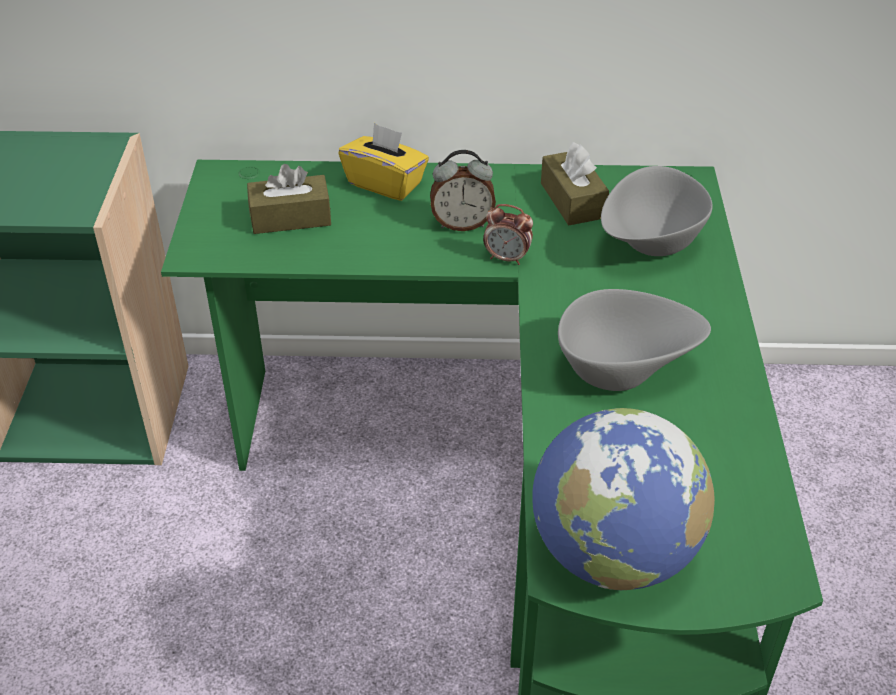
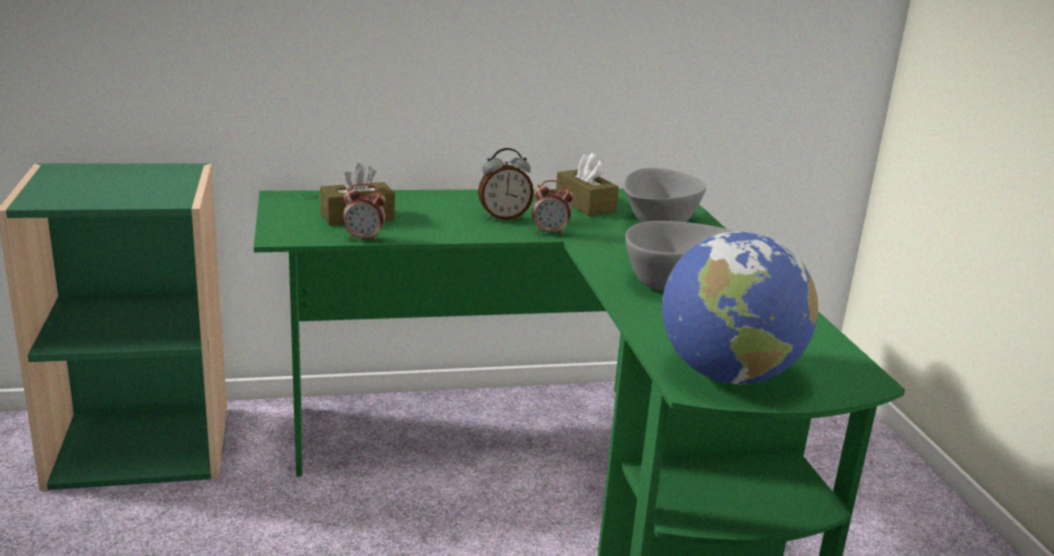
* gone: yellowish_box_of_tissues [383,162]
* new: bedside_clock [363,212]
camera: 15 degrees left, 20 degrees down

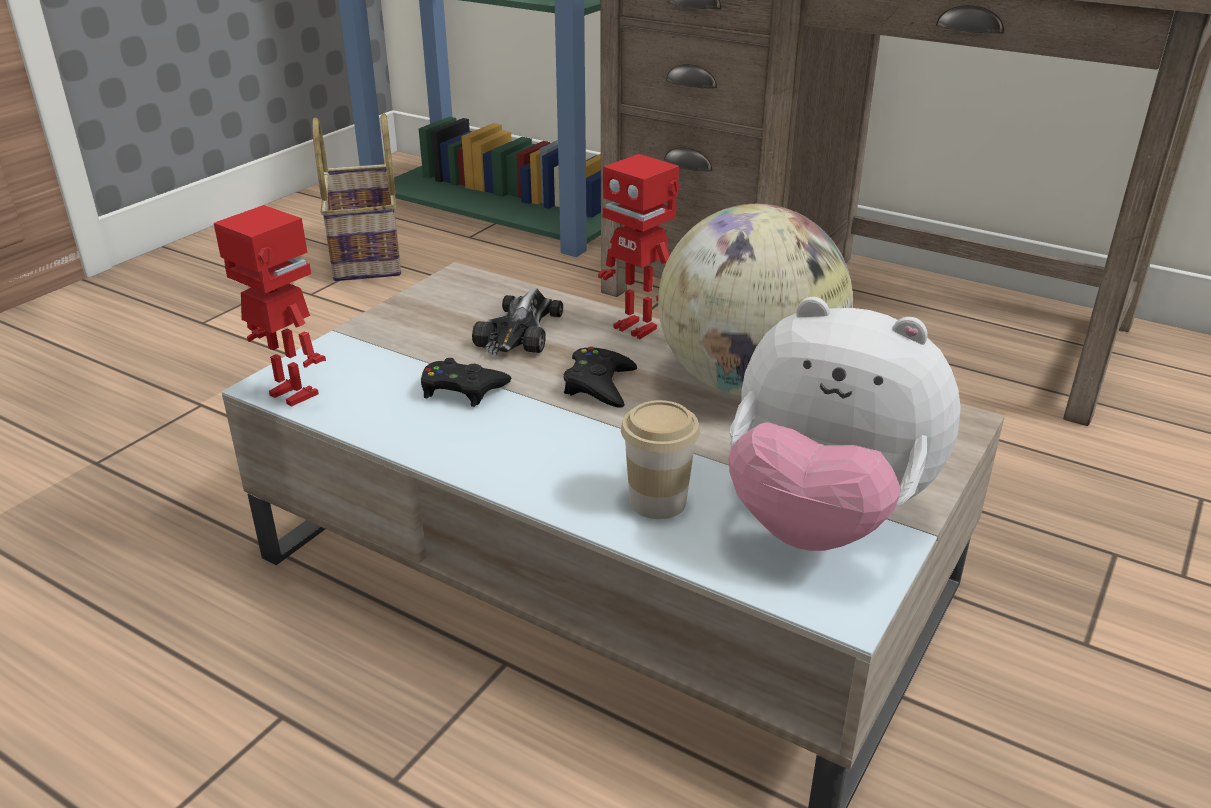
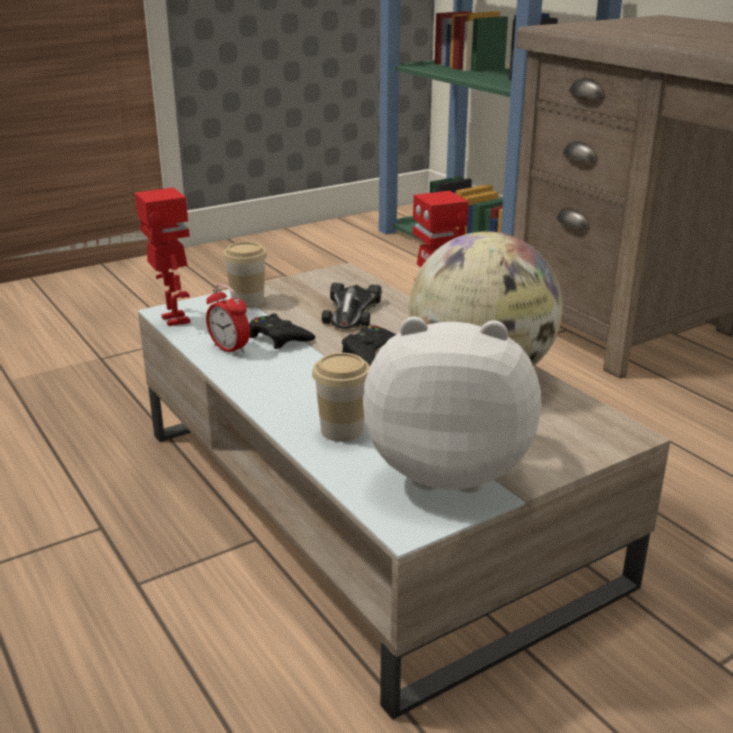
* gone: household_basket [356,197]
* rotated: miniature_car [517,322] = [351,306] 150 degrees clockwise
* rotated: soft_toy [844,424] = [452,404] 135 degrees clockwise
* new: bedside_clock [228,320]
* new: small_cup [245,275]
camera: 25 degrees right, 5 degrees down

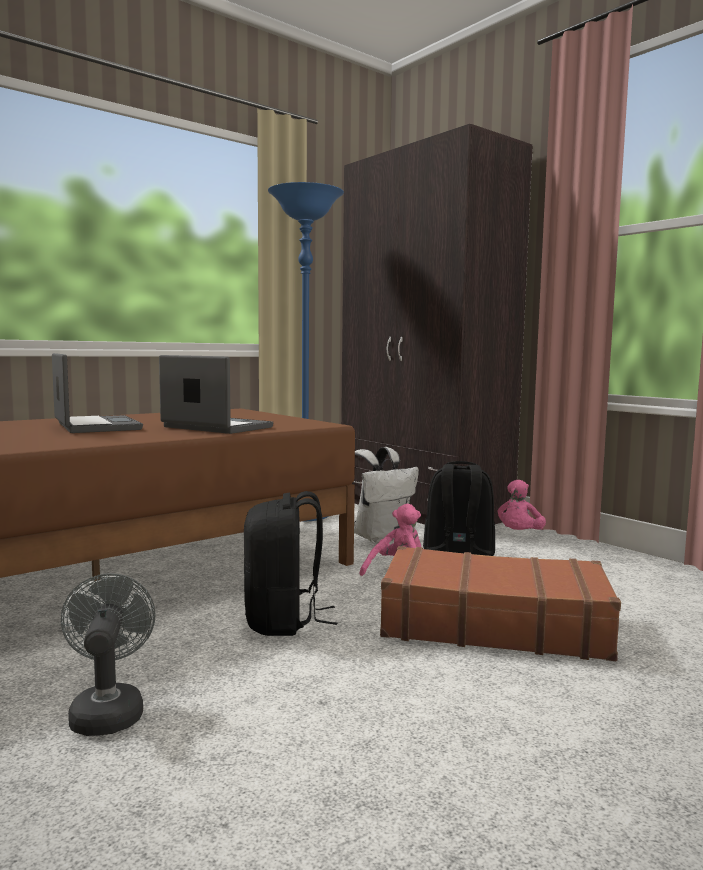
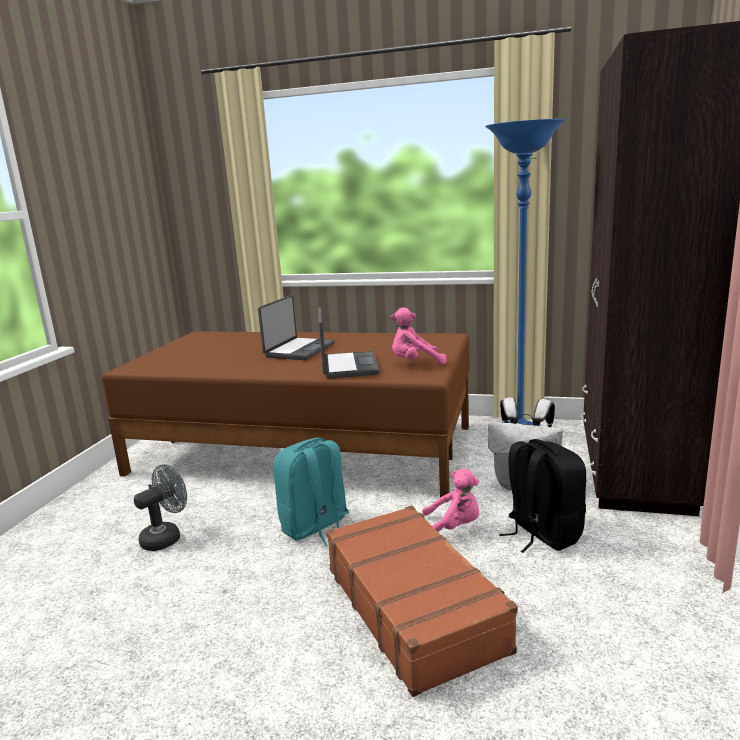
* repainted: black-coloured_rucksack [290,563] to turquoise_rucksack [311,492]
* shifted: pinkish_soft_toy [521,505] to [419,335]
camera: 55 degrees right, 10 degrees up

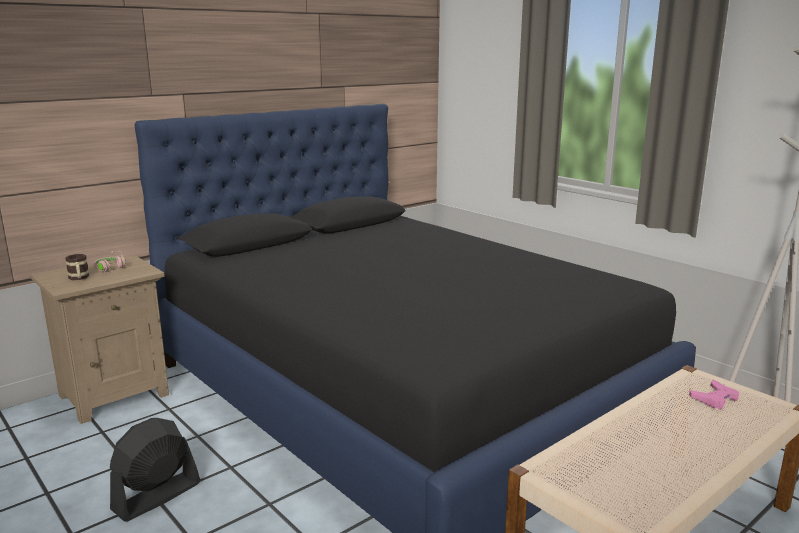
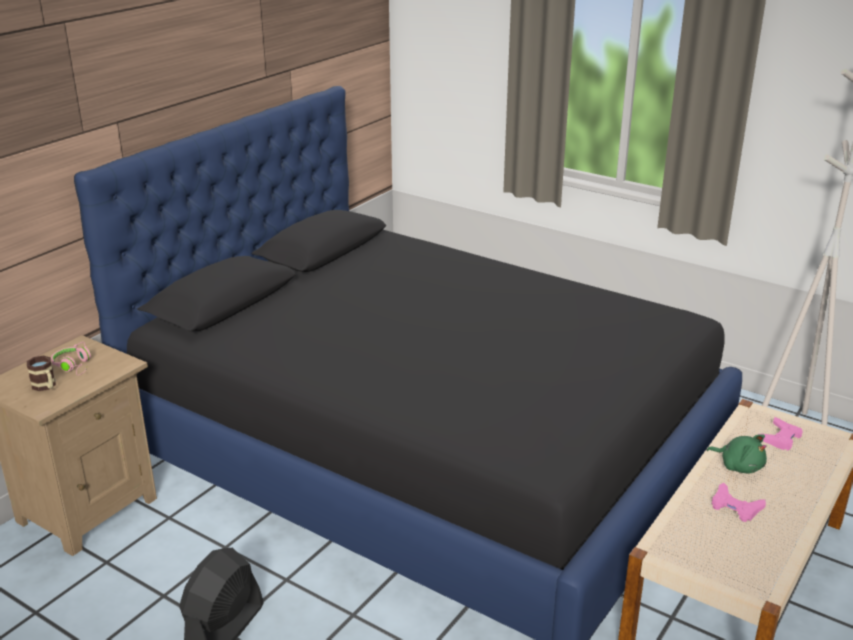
* new: green-coloured_soft_toy [737,453]
* new: pinkish_joypad [739,502]
camera: 15 degrees left, 10 degrees up

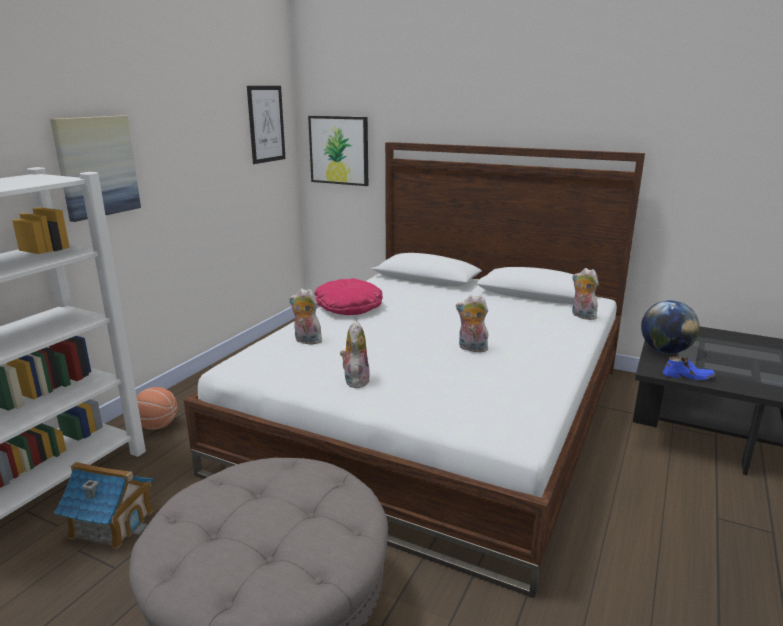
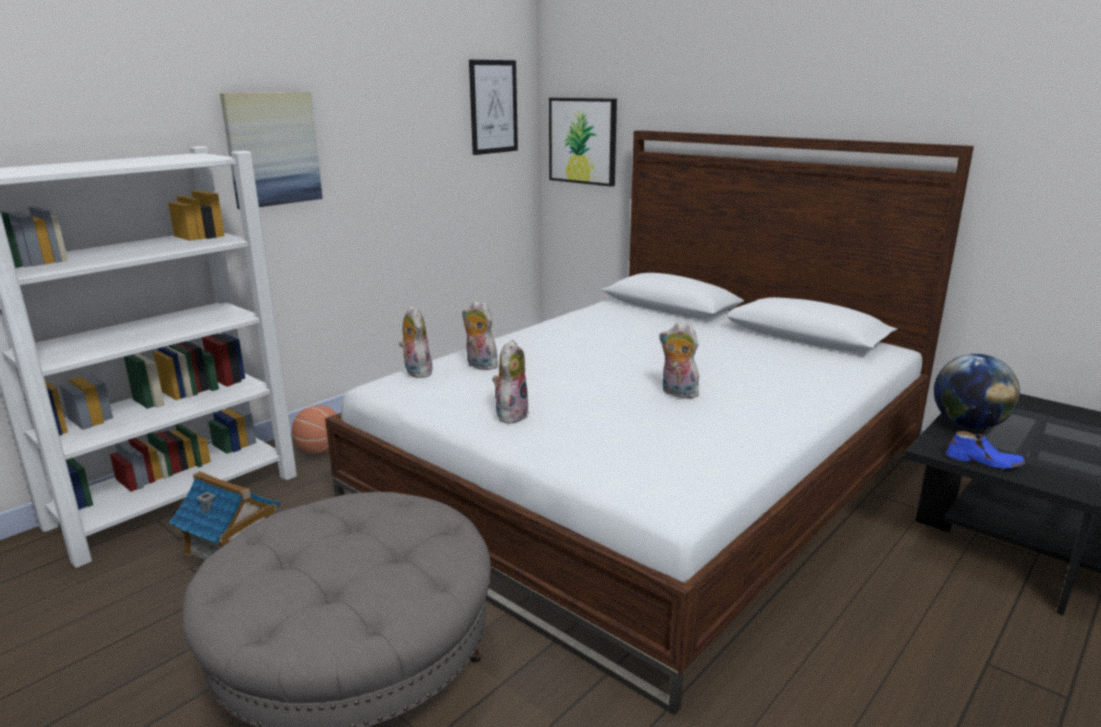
* gone: pinkish_pillow [348,296]
* shifted: soft_toy [585,294] to [415,341]
camera: 15 degrees right, 0 degrees up

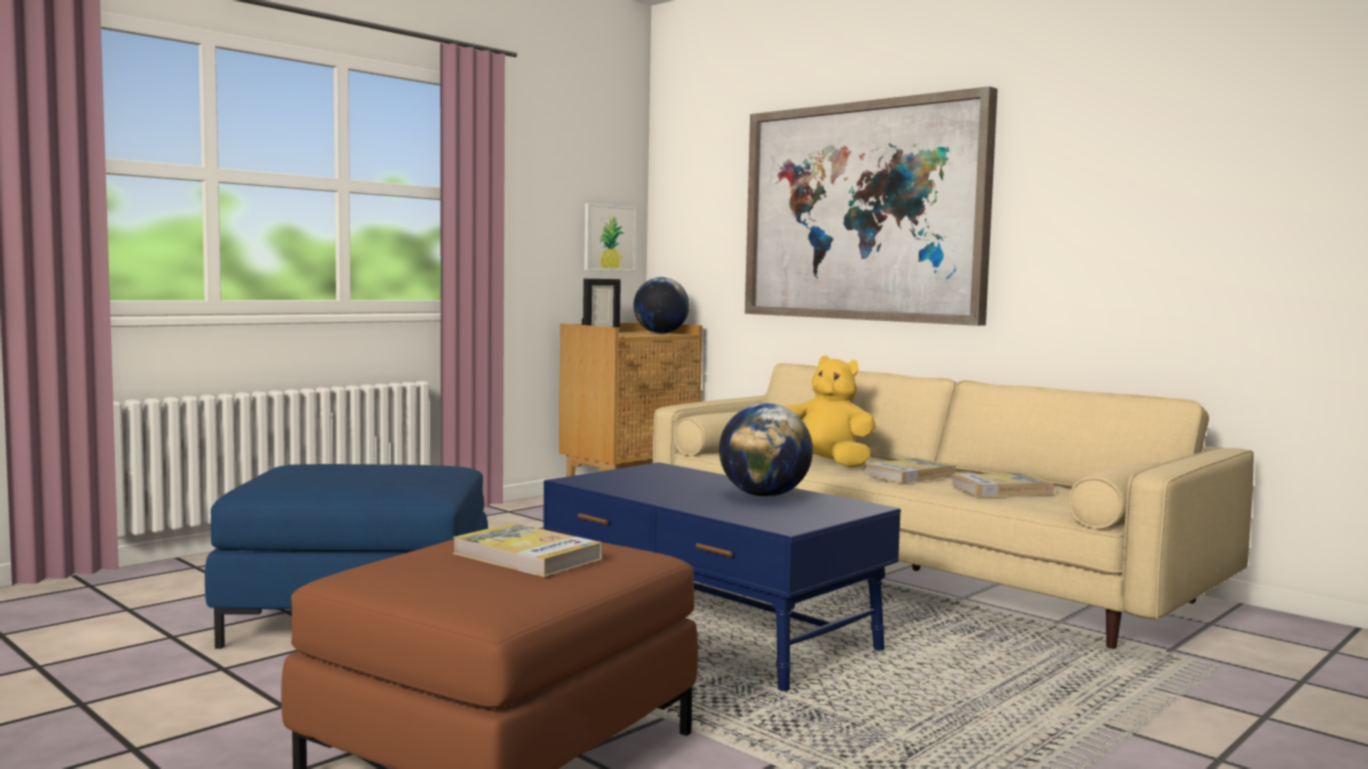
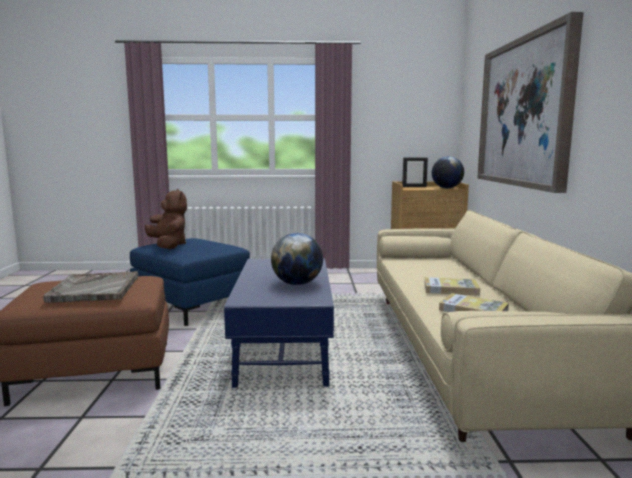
* swapped: volume [527,550] to grey_carrying_tray [90,287]
* gone: wall_picture [610,237]
* gone: yellowish_soft_toy [830,411]
* new: brownish_soft_toy [166,219]
camera: 45 degrees right, 5 degrees up

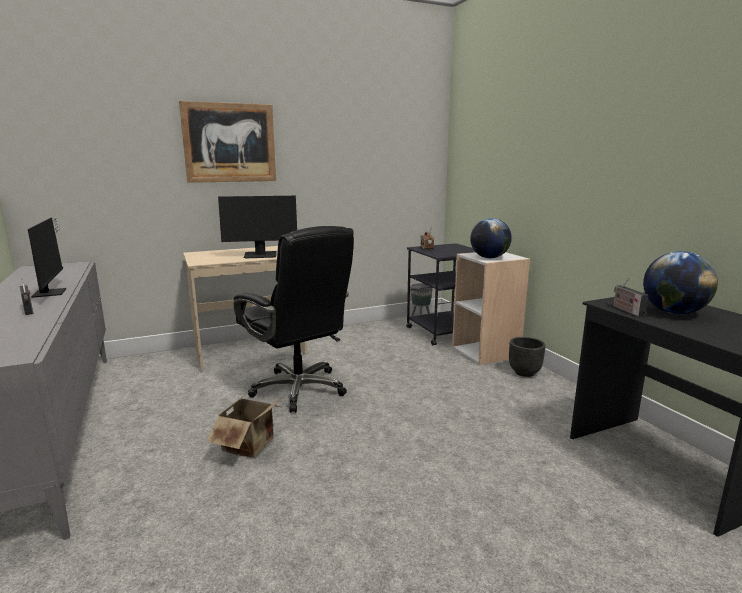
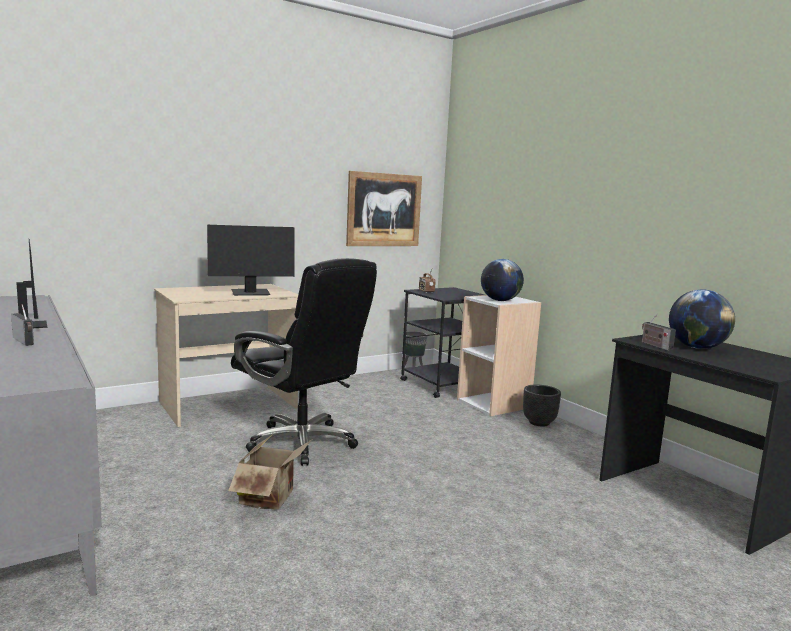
* shifted: wall_picture [227,142] to [384,208]
camera: 10 degrees left, 5 degrees down

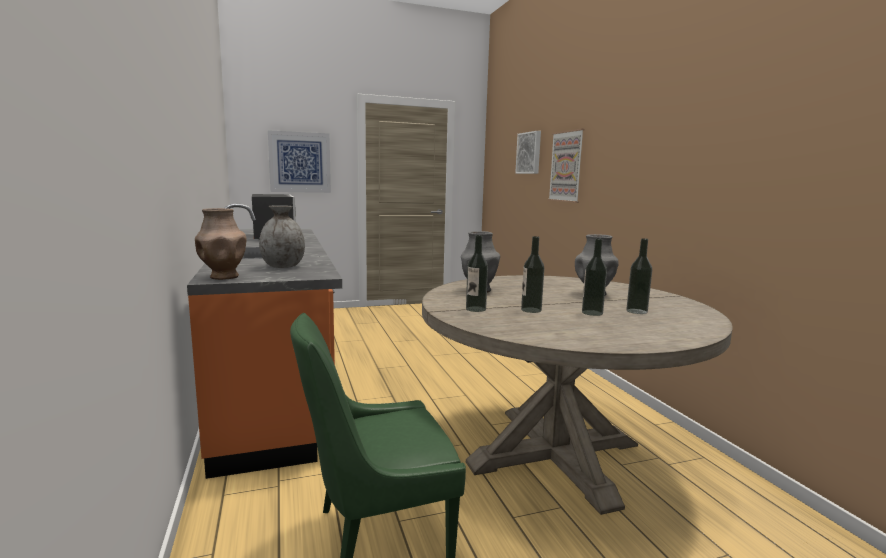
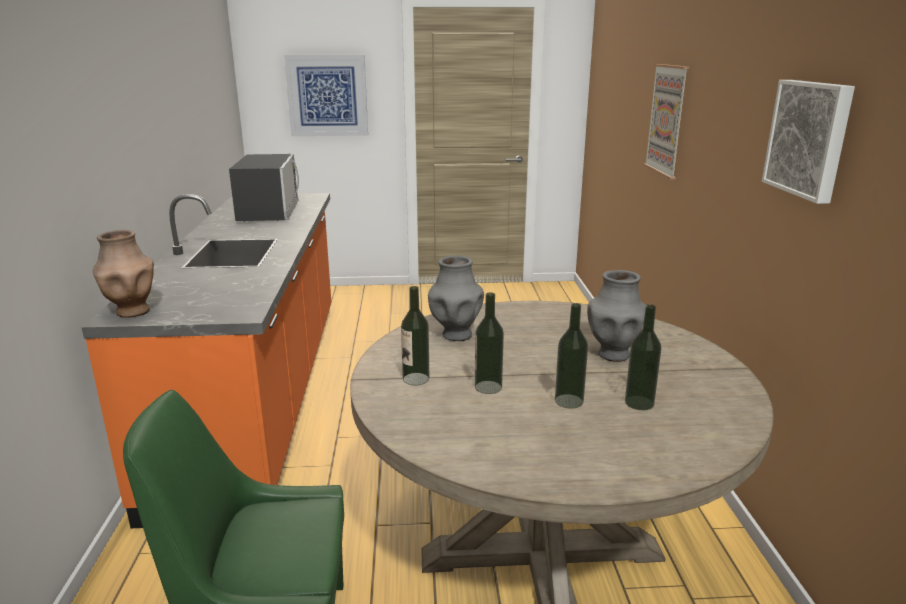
* gone: grey_decorative_vase [282,236]
* shifted: wall_picture [528,152] to [808,142]
camera: 15 degrees right, 10 degrees up

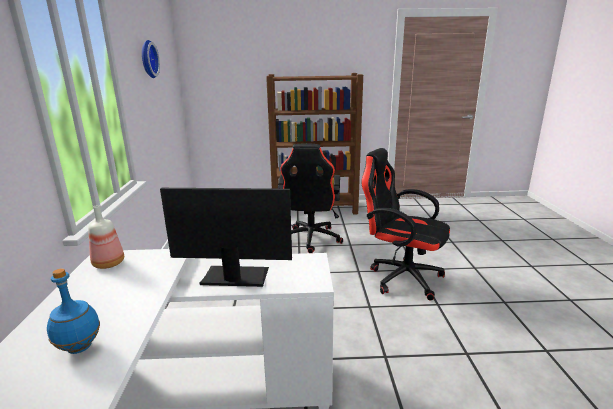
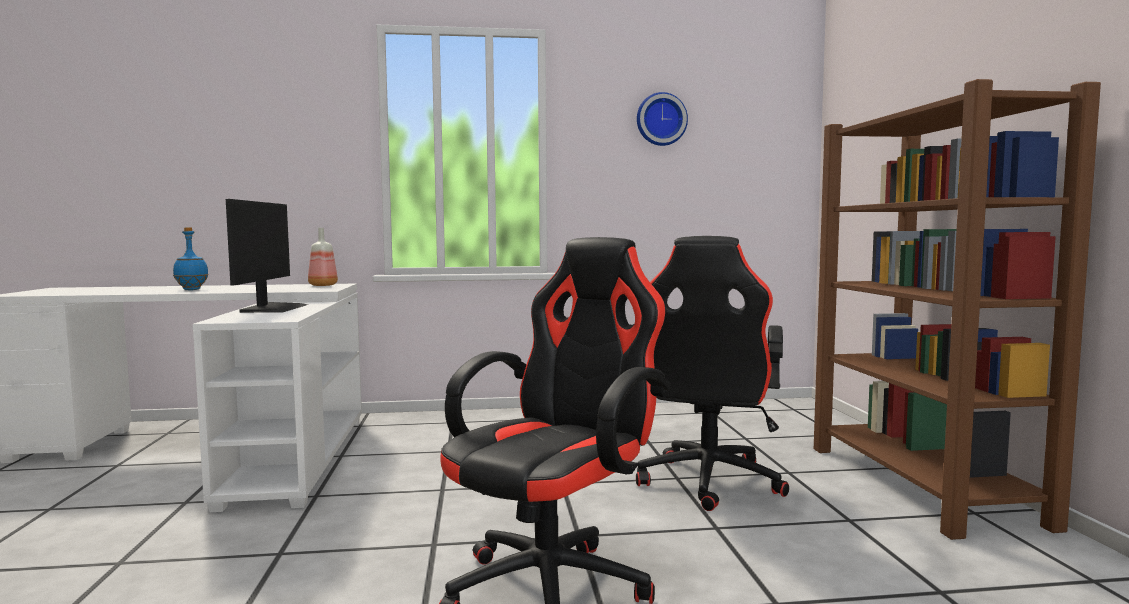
* rotated: black-coloured_computer_chair [310,198] = [712,373] 75 degrees counterclockwise
camera: 85 degrees right, 15 degrees down

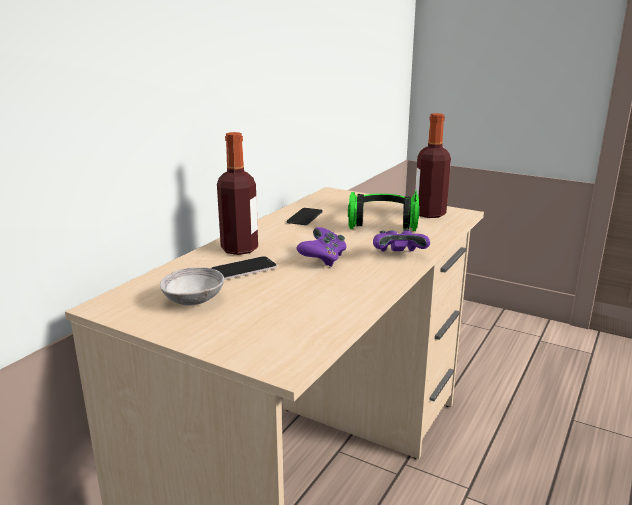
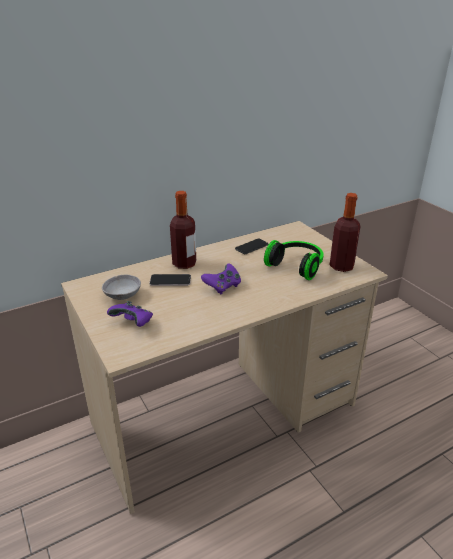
* shifted: purple_joypad [401,240] to [130,314]
camera: 30 degrees right, 10 degrees up

